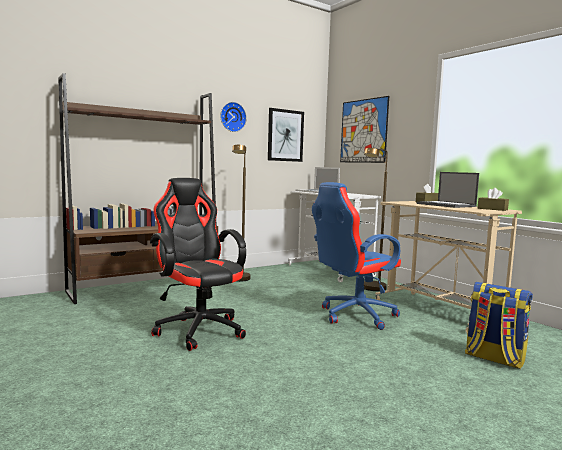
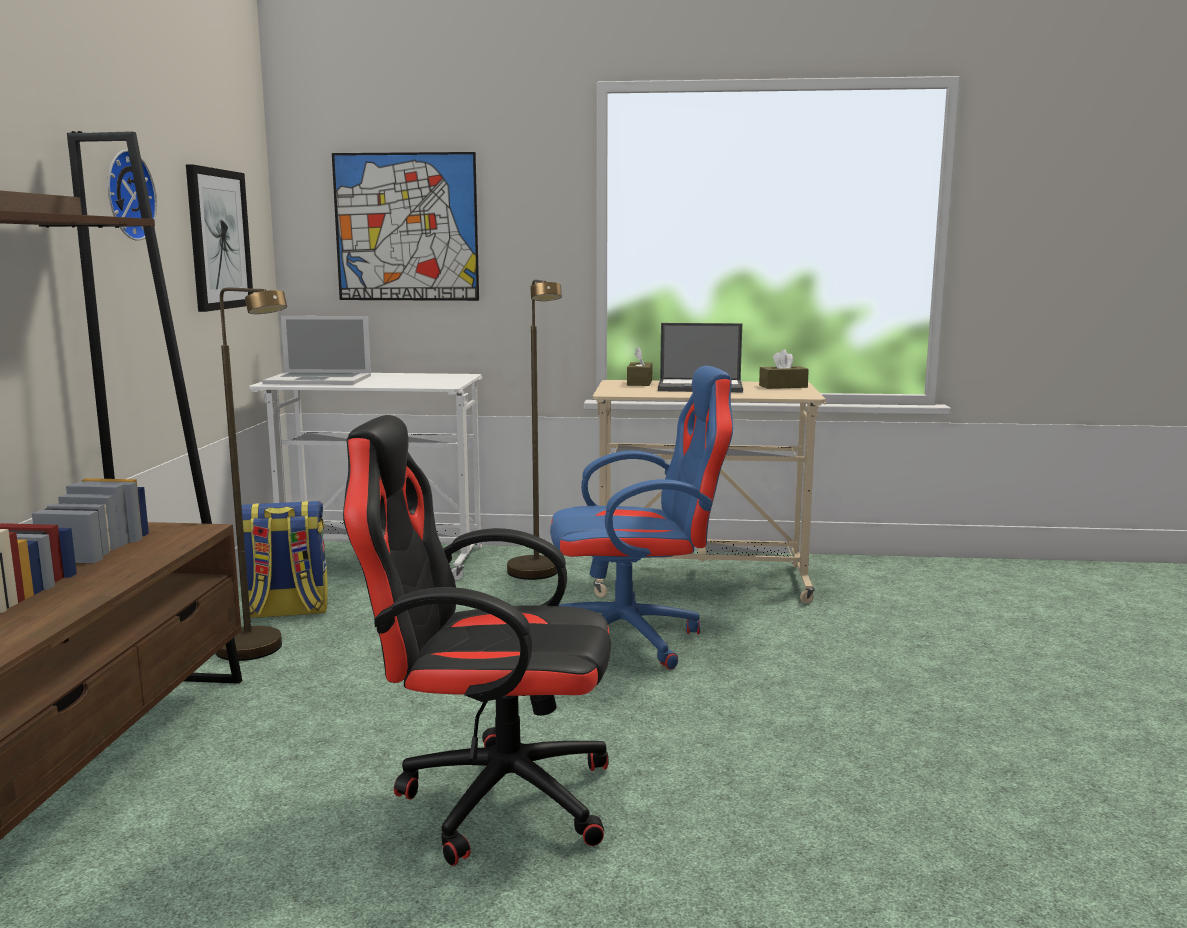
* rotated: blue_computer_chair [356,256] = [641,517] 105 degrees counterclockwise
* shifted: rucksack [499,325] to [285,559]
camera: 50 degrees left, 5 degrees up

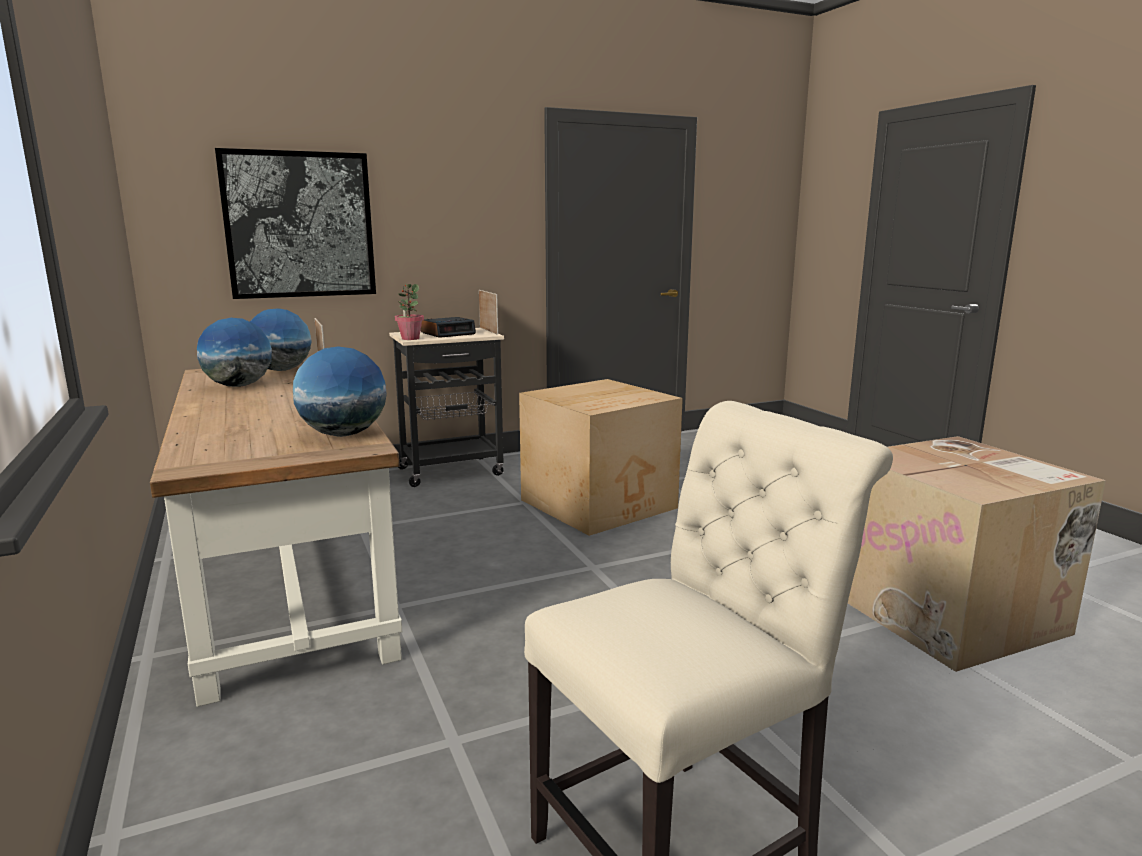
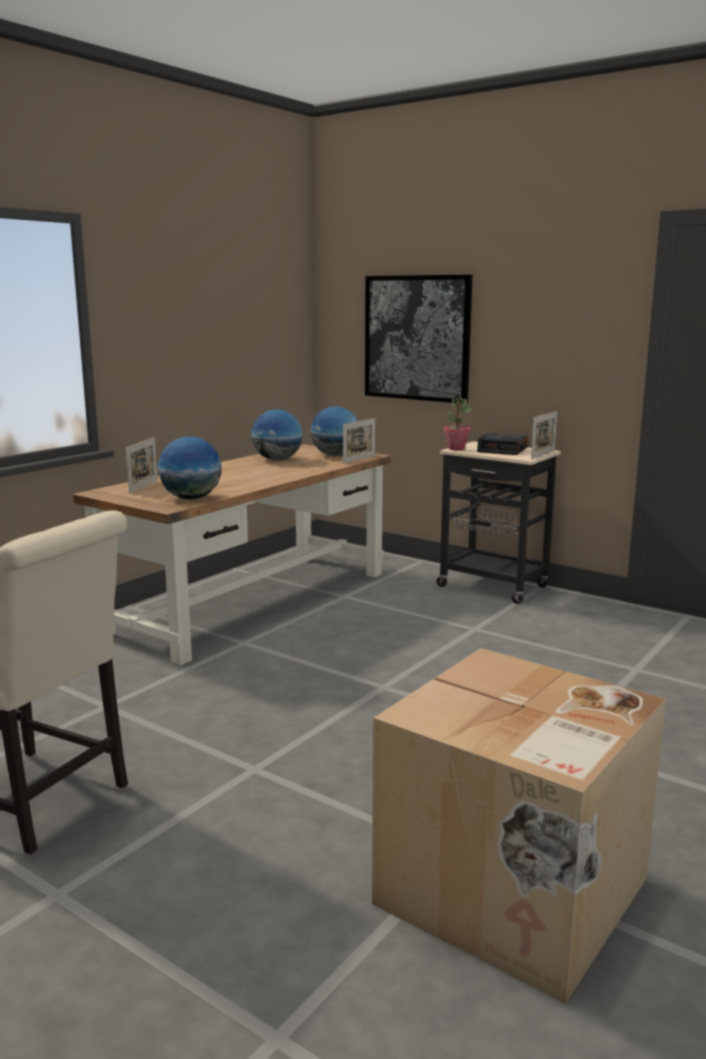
* gone: packing_box [601,457]
* new: picture_frame [141,465]
camera: 60 degrees right, 0 degrees up

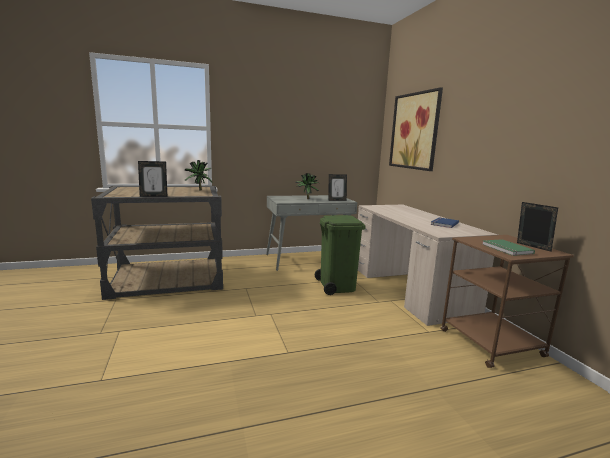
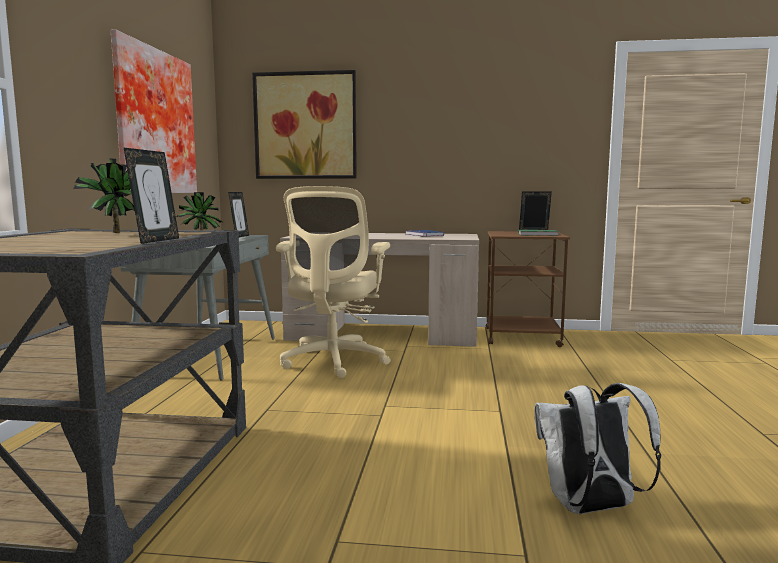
* swapped: green-coloured_trash_can [340,255] to sand-coloured_computer_chair [333,282]
* new: wall_picture [154,111]
* new: whitish_rucksack [598,448]
camera: 65 degrees left, 5 degrees down

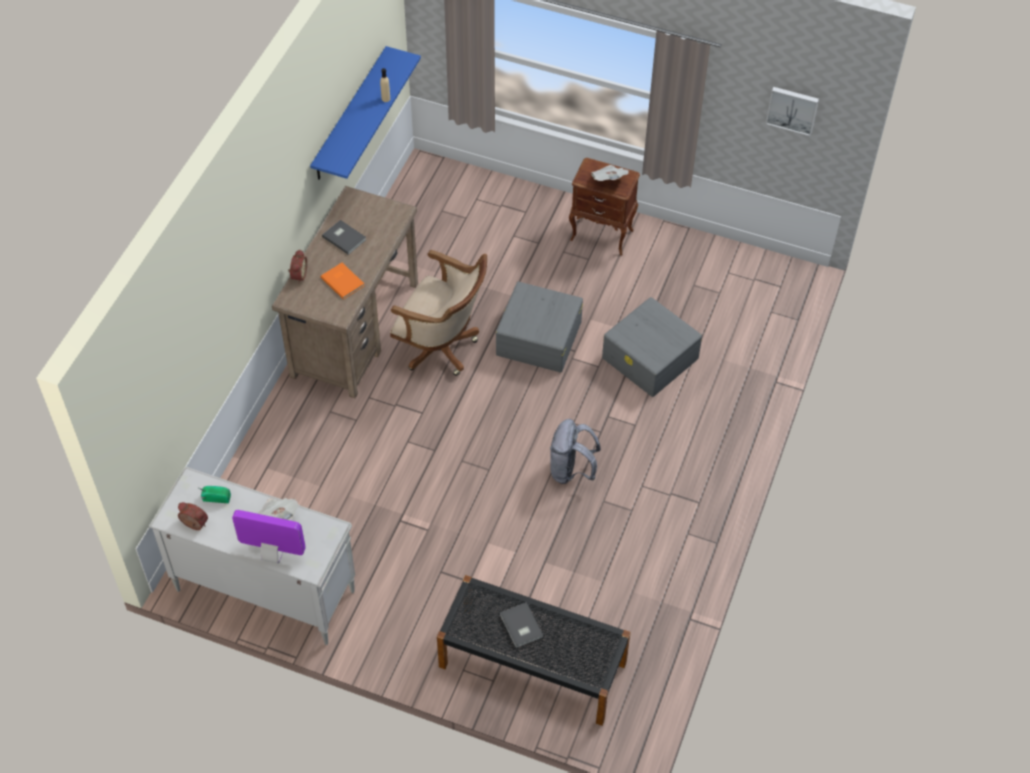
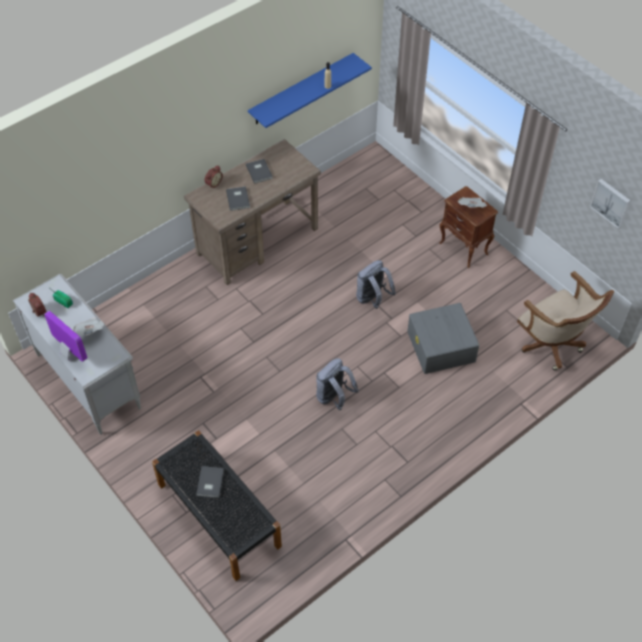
* repainted: orangey_volume [342,281] to grey_volume [238,198]
* shifted: computer_chair [438,313] to [565,320]
* swapped: grey_storage_box [539,327] to grey_rucksack [376,284]
camera: 30 degrees right, 0 degrees up

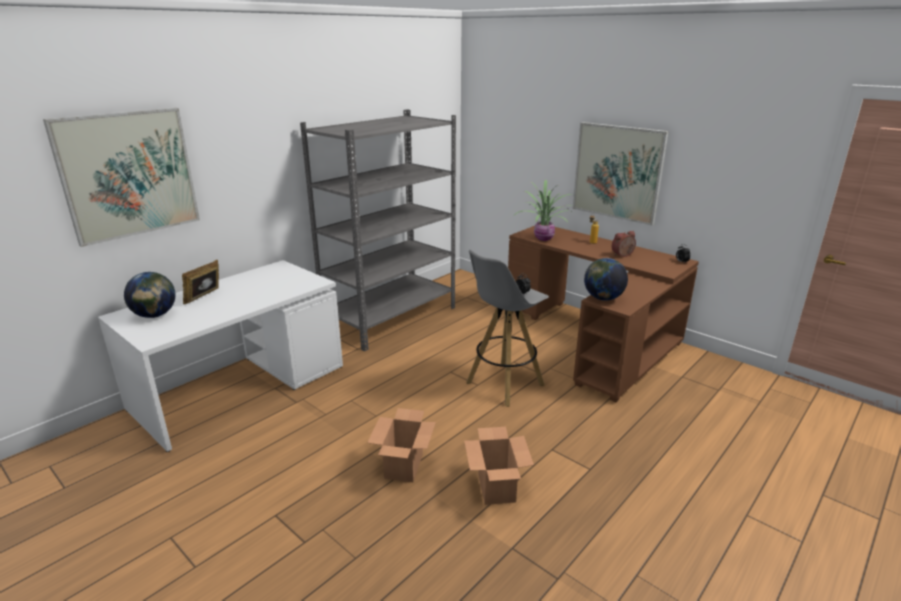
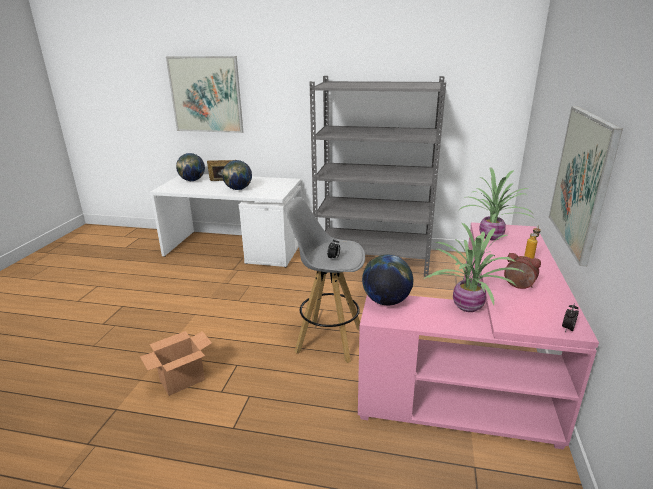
* gone: packing_box [401,445]
* repainted: brownish_desk [603,314] to pinkish_desk [478,335]
* new: globe [237,175]
* new: plant_in_a_pot [475,267]
camera: 60 degrees right, 0 degrees up

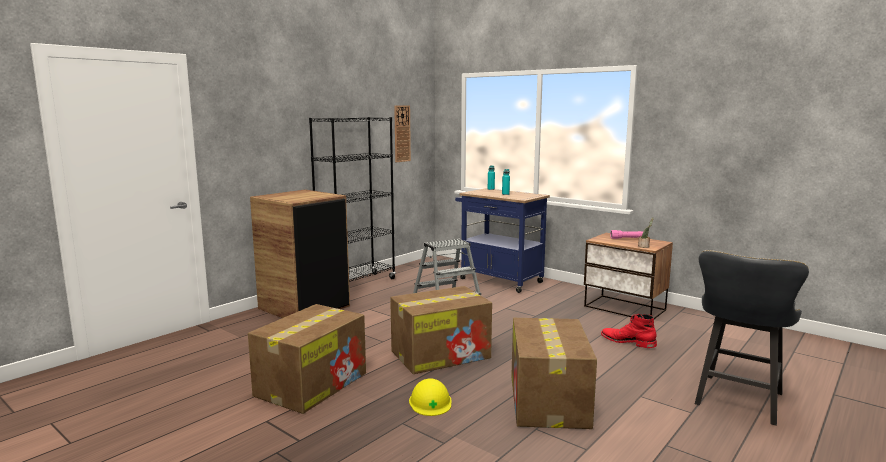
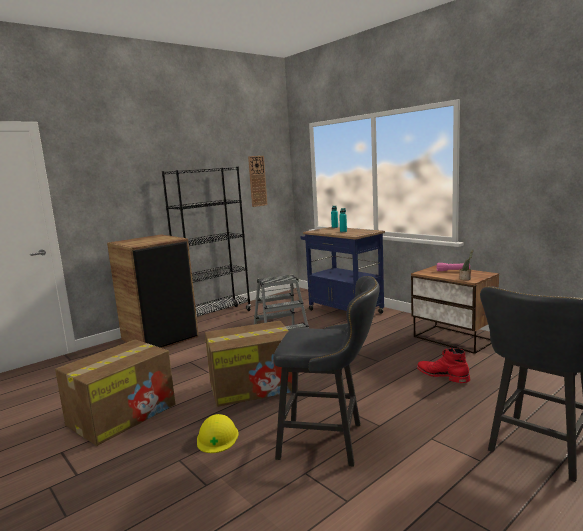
* swapped: packing_box [554,373] to grey_stool_seat [326,371]
camera: 10 degrees right, 0 degrees up

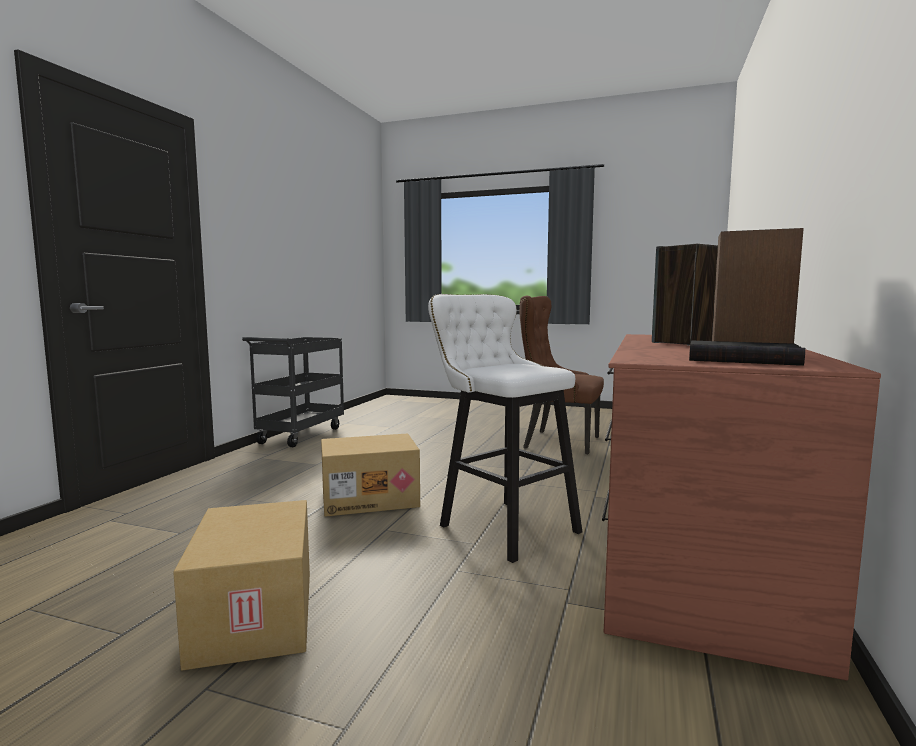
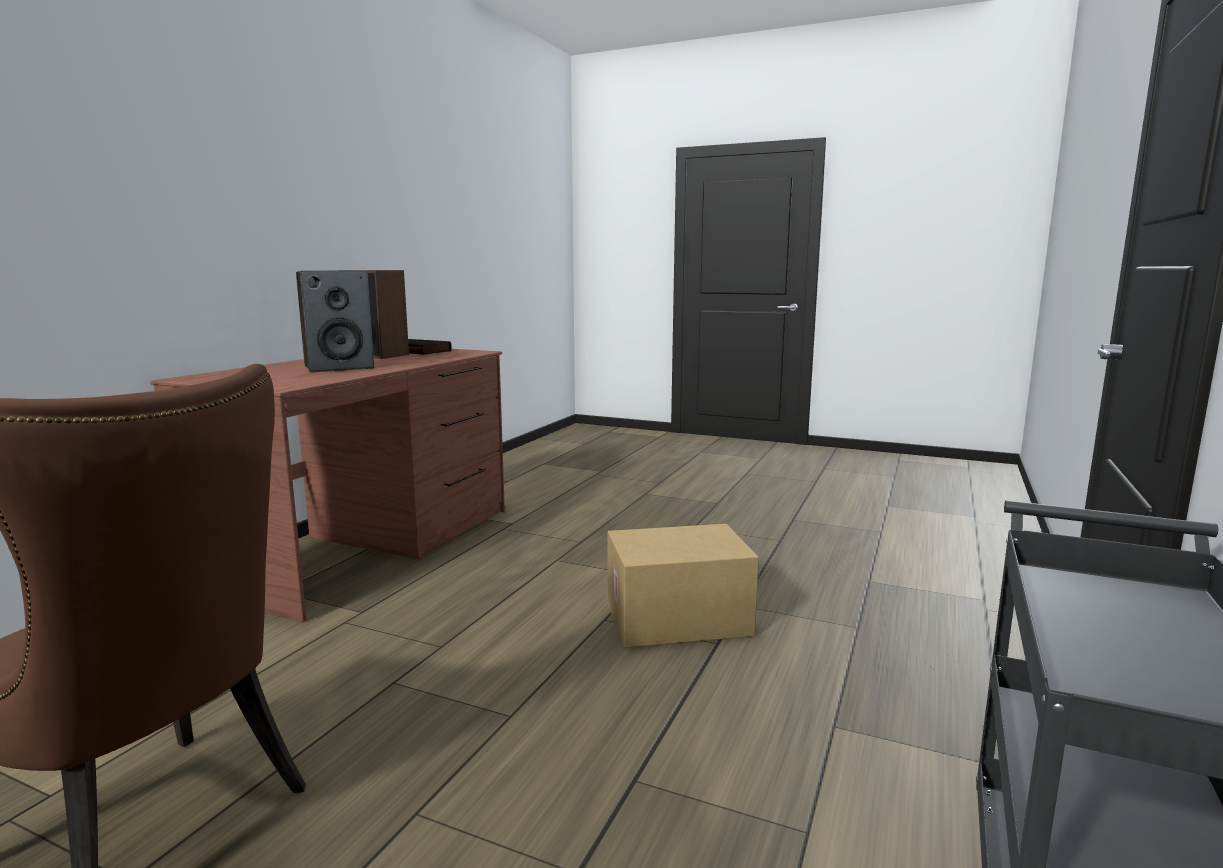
* gone: packing_box [241,585]
* gone: whitish_stool_seat [505,428]
camera: 175 degrees left, 5 degrees up

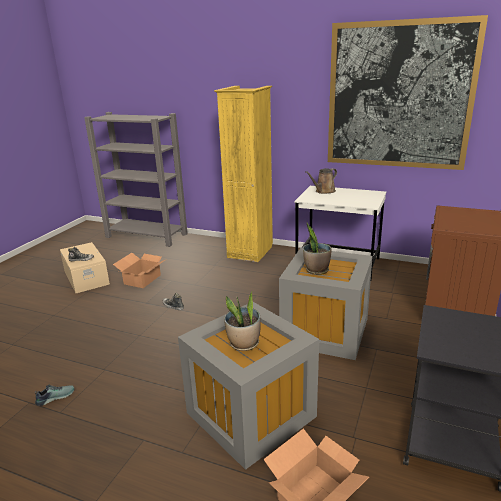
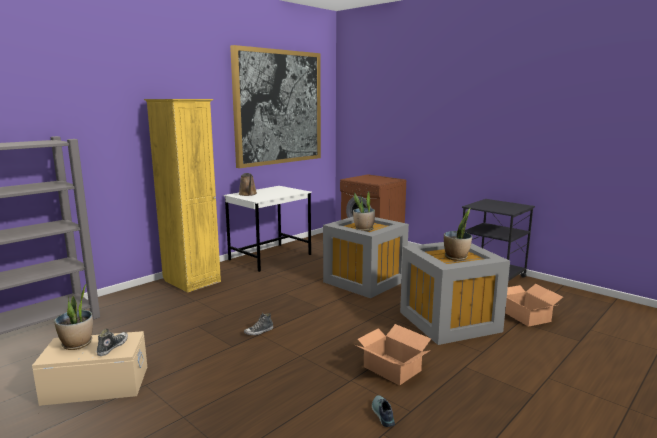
* shifted: packing_box [139,270] to [393,355]
* new: plant_in_a_pot [73,317]
camera: 70 degrees left, 10 degrees down

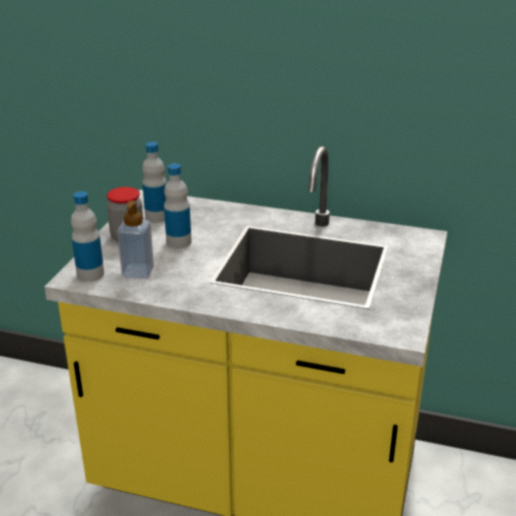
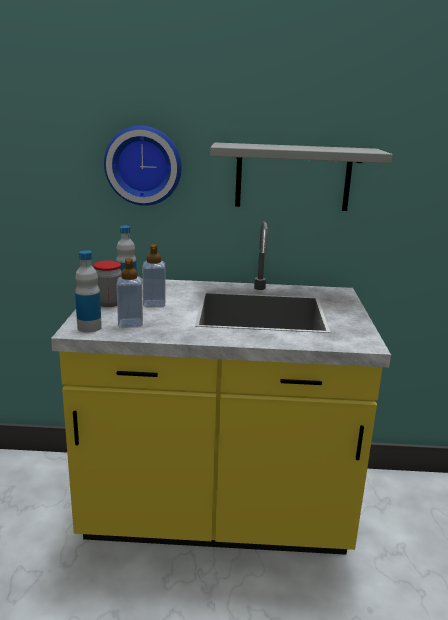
* swapped: drink_bottle [178,206] to soap_bottle [154,275]
* new: wall_clock [142,165]
* new: grey_wall_shelf [301,176]
camera: 15 degrees left, 10 degrees down

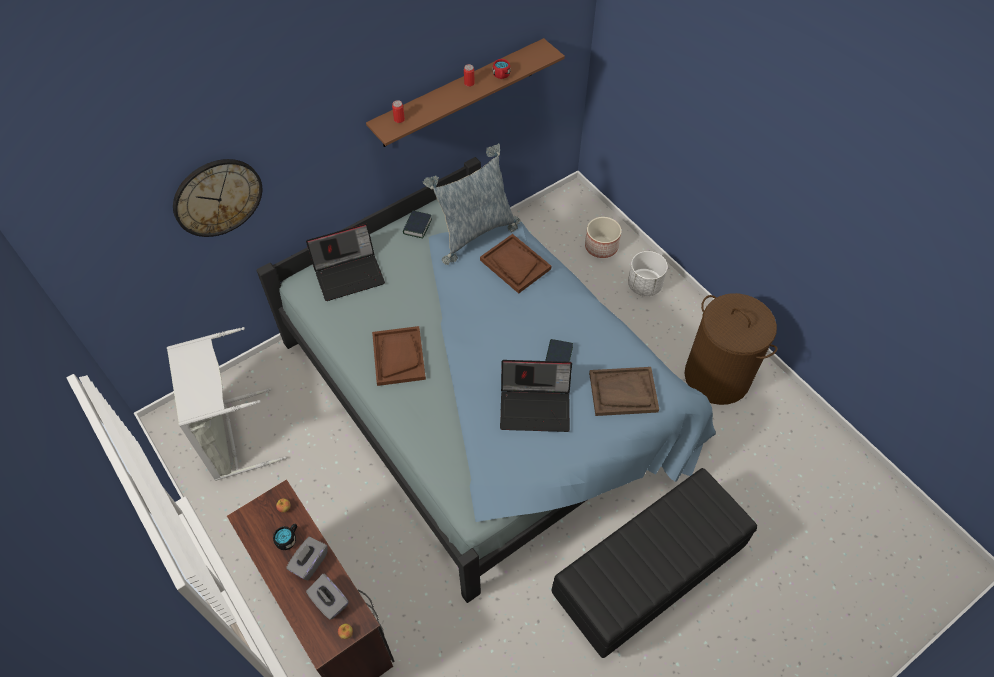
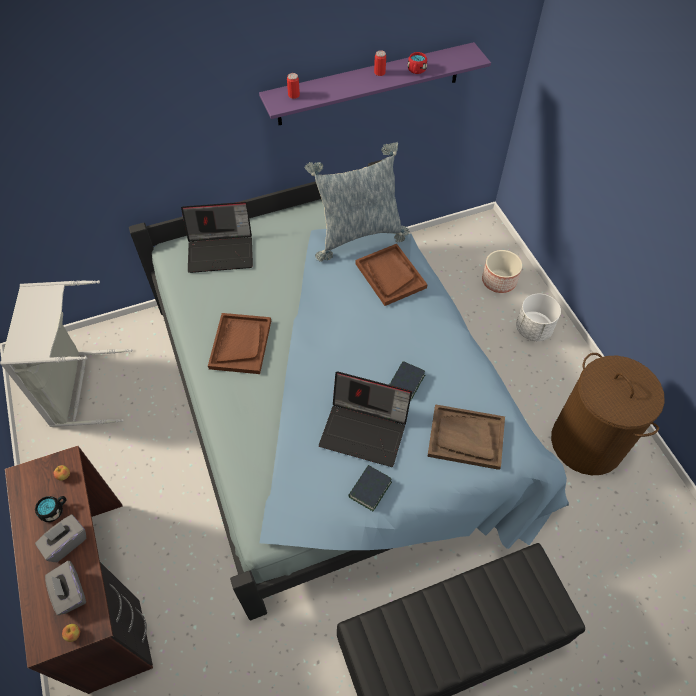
* gone: wall_clock [217,198]
* repainted: brownish_wall_shelf [465,92] to purple_wall_shelf [375,83]
* shifted: volume [417,224] to [370,488]
camera: 15 degrees right, 0 degrees up

